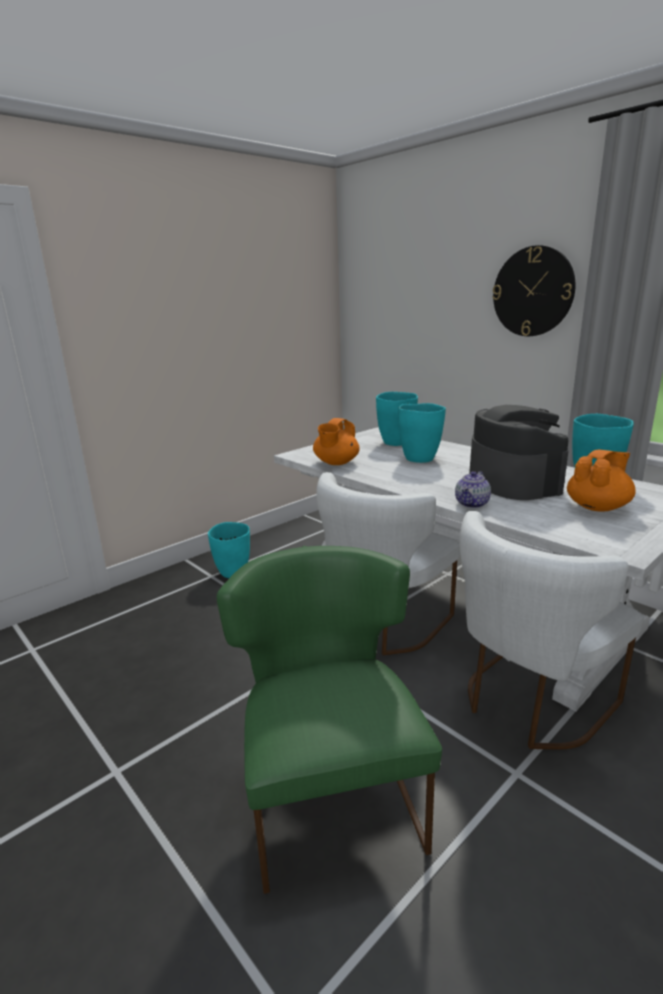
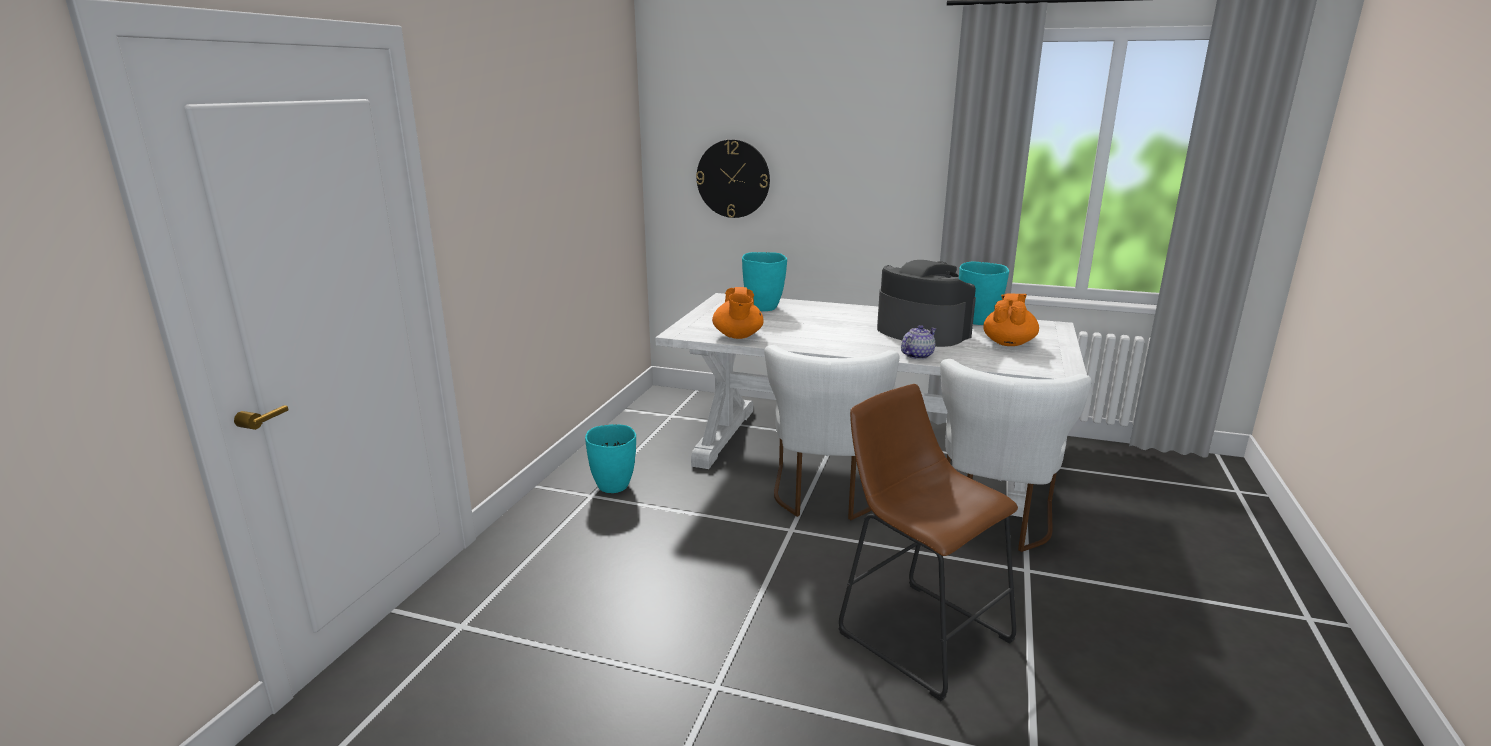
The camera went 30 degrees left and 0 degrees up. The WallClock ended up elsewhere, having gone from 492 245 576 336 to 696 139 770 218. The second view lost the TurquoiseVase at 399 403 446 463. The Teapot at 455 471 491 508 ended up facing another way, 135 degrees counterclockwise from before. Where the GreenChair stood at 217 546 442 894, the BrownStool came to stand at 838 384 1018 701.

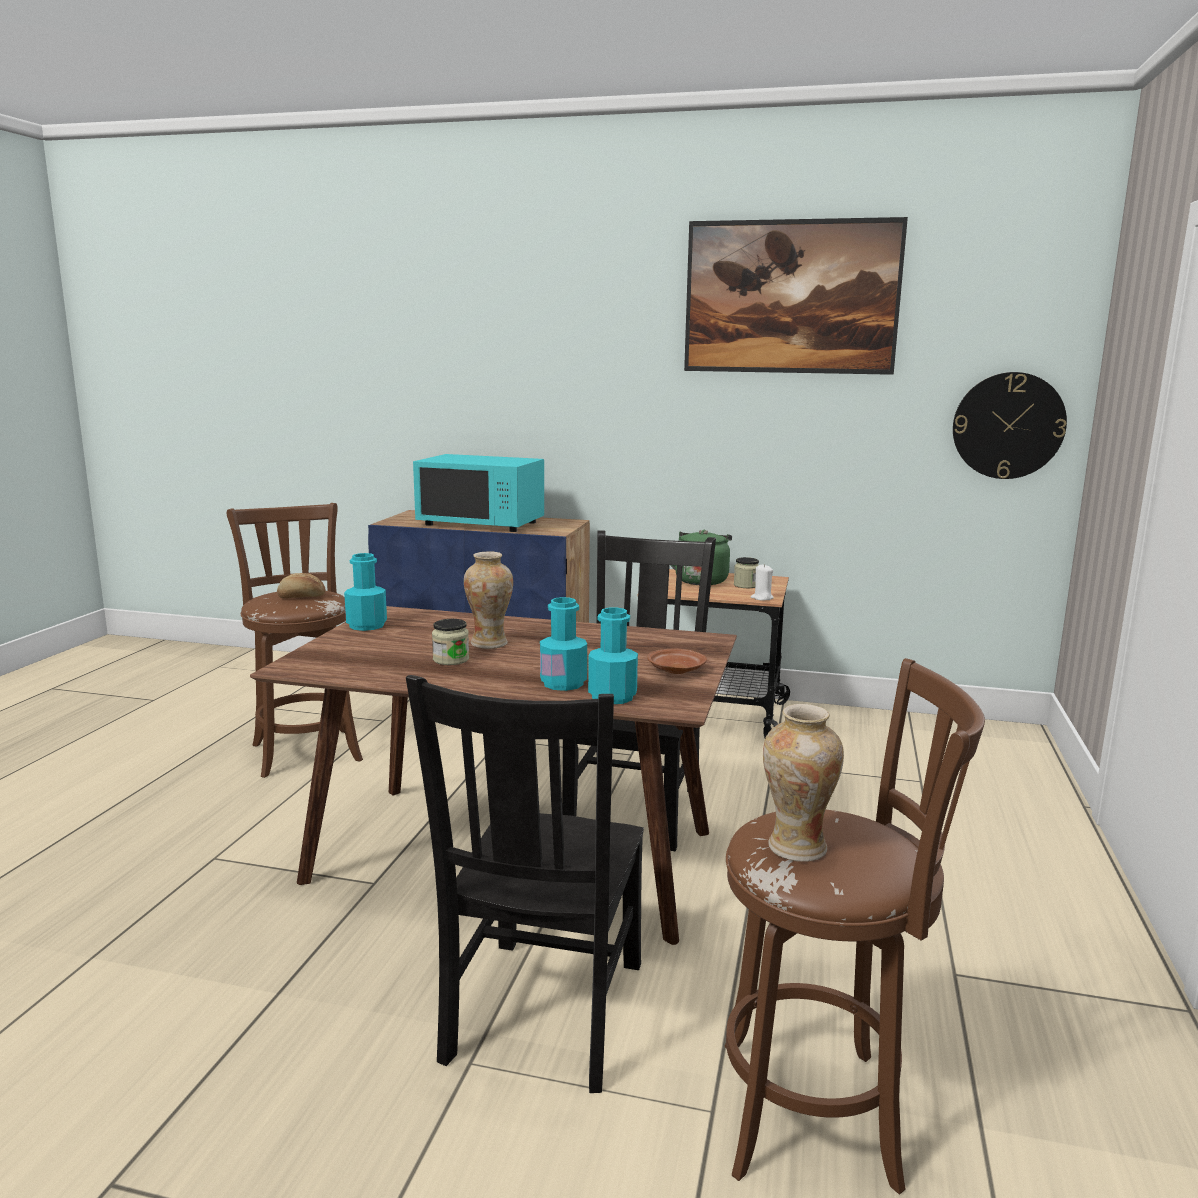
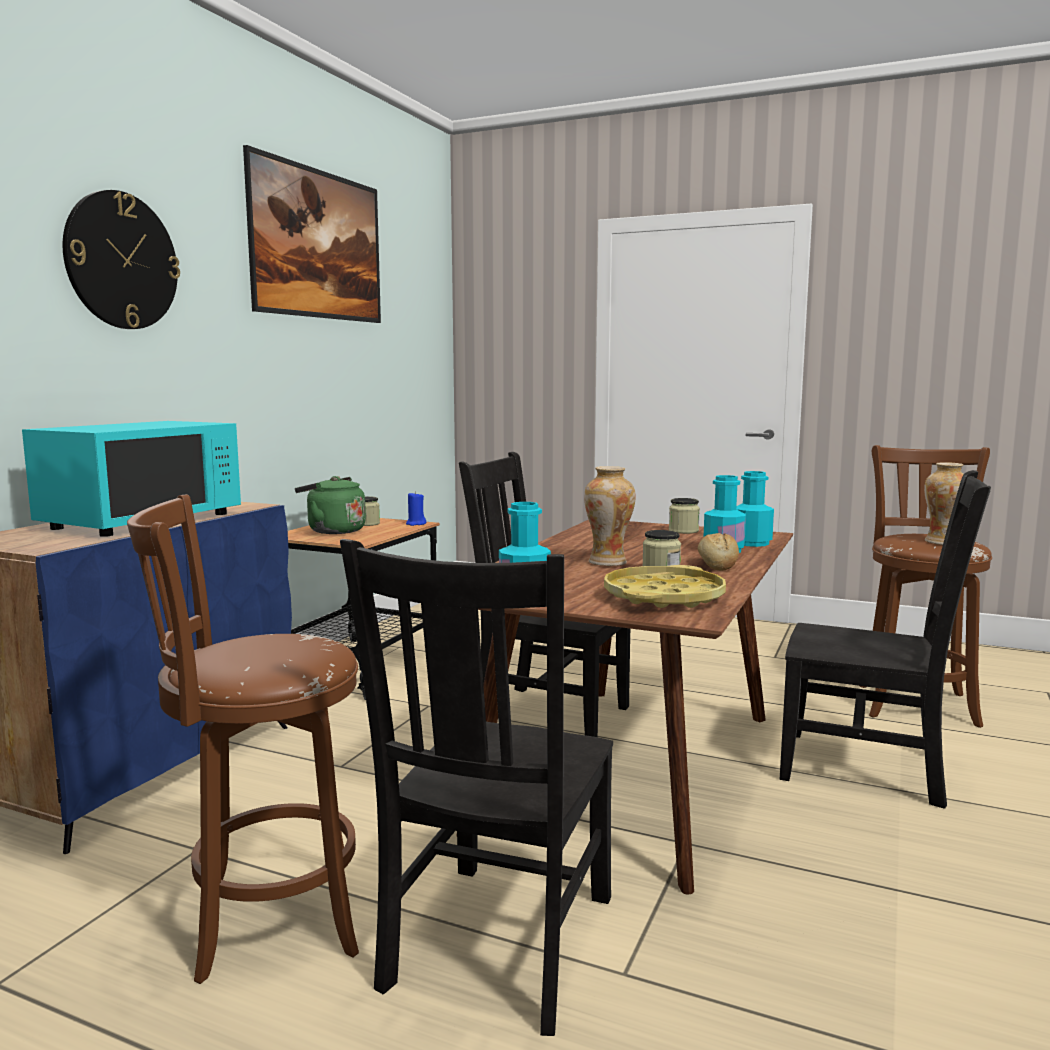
The camera went 80 degrees left and 5 degrees down. The WallClock ended up elsewhere, having gone from 953 372 1067 479 to 63 190 180 329. What was the WhiteCandle at 751 564 774 601 turned into the BlueCandle at 406 491 426 526. The Bread ended up elsewhere, having gone from 277 573 325 598 to 698 533 739 571. Where the BrownPlate stood at 647 649 707 674, the Jar came to stand at 669 498 700 534. The second view gained the BlackChair at 340 539 613 1036. The second view gained the YellowTray at 604 565 726 608.

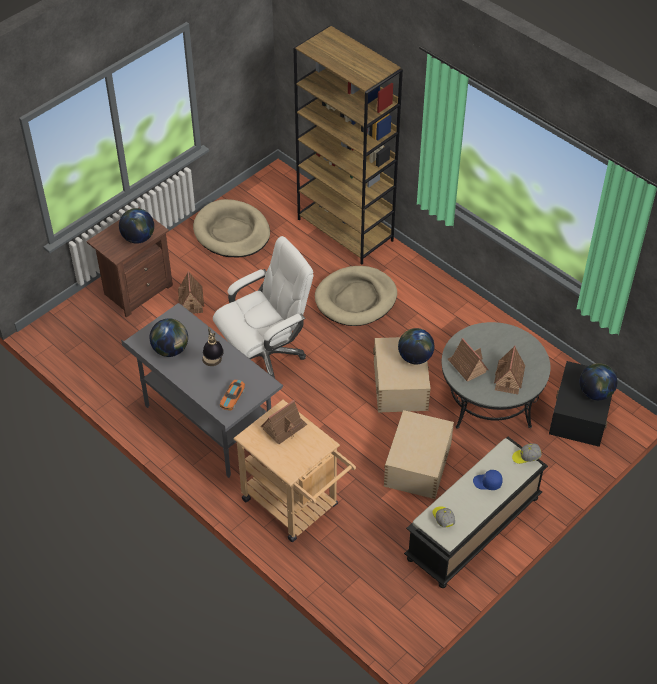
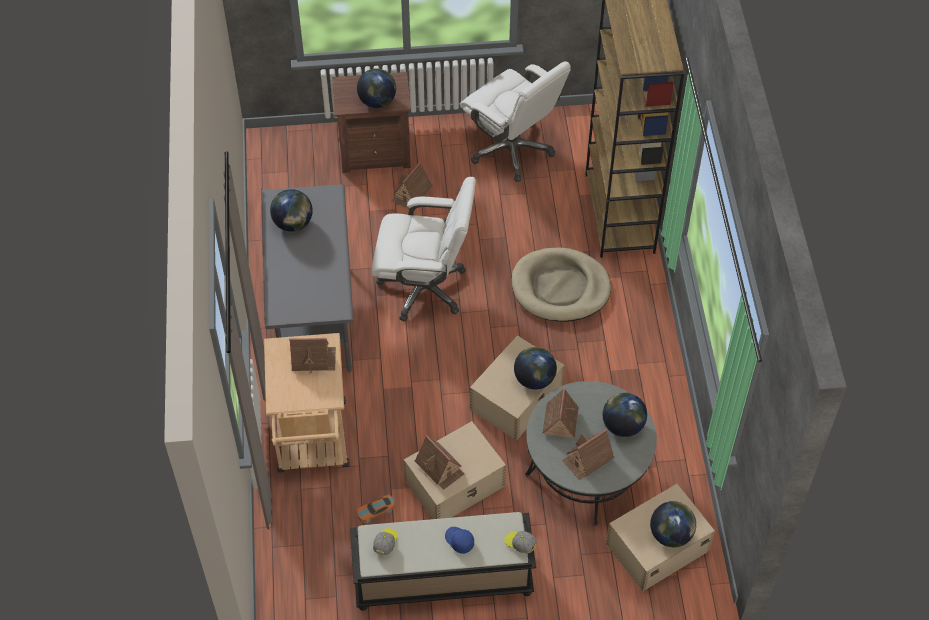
The camera went 40 degrees right and 5 degrees up. Where the BeigeDogBed stood at 193 199 270 257, the WhiteOfficeChair came to stand at 460 61 571 182. The second view lost the TableLamp at 202 327 224 366. What was the BlackStorageBox at 549 361 617 447 turned into the BeigeStorageBox at 606 484 715 592. The ToyCar ended up elsewhere, having gone from 220 380 245 410 to 356 495 395 523. The second view gained the Globe at 603 392 647 437. The second view gained the ToyHouse at 415 435 464 490.

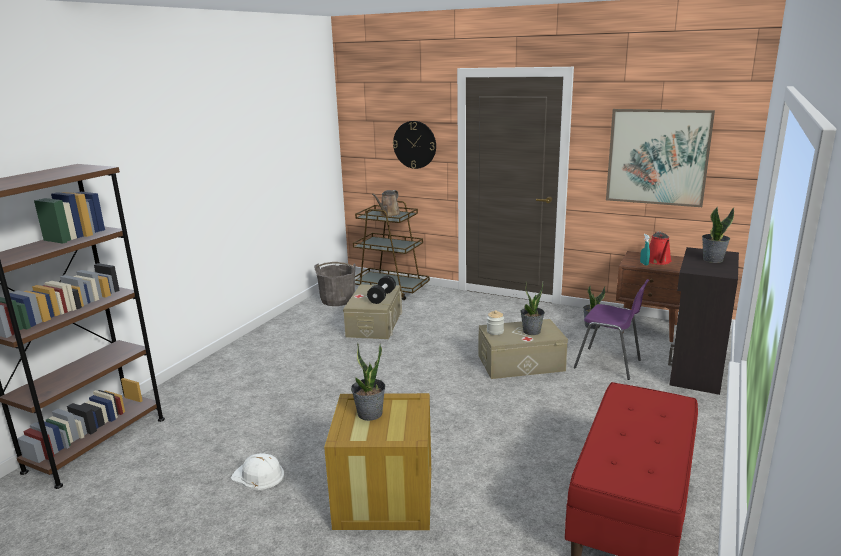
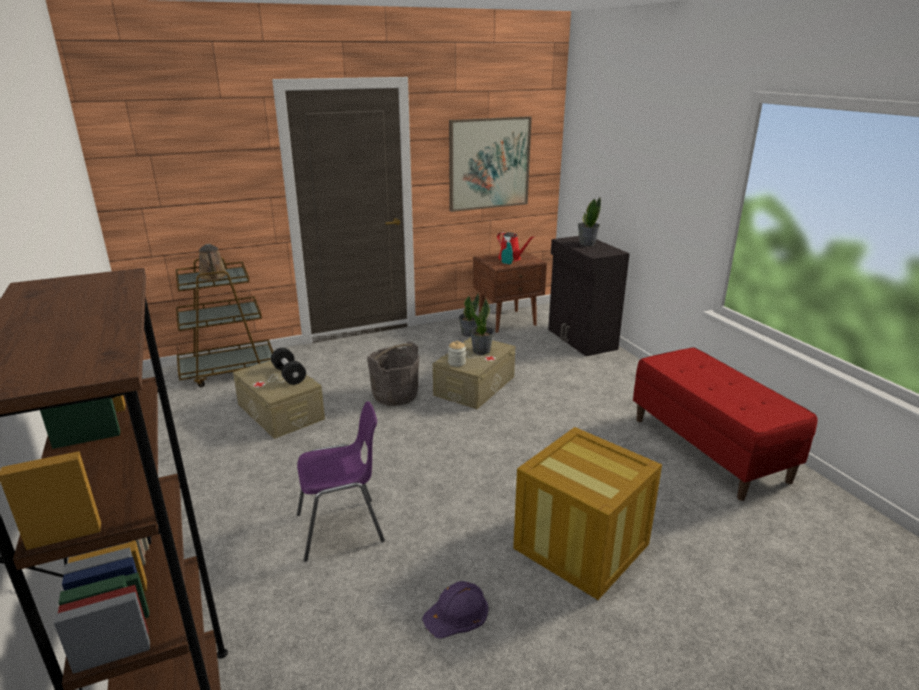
The camera went 50 degrees left and 5 degrees up. The second view lost the WallClock at 393 121 436 169. The GreyBucket ended up elsewhere, having gone from 314 262 356 306 to 367 342 419 406. The PurpleChair ended up elsewhere, having gone from 574 279 649 380 to 297 401 385 562. The second view lost the PottedPlant at 351 343 385 421. What was the WhiteHardHat at 231 453 284 490 turned into the PurpleHardHat at 422 581 489 639.

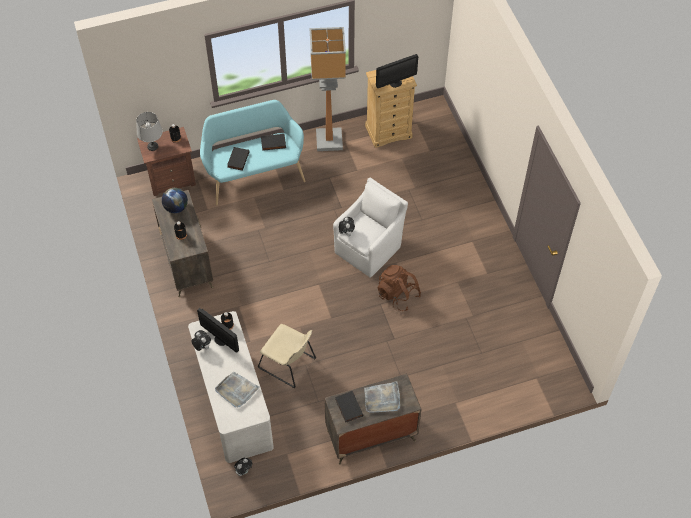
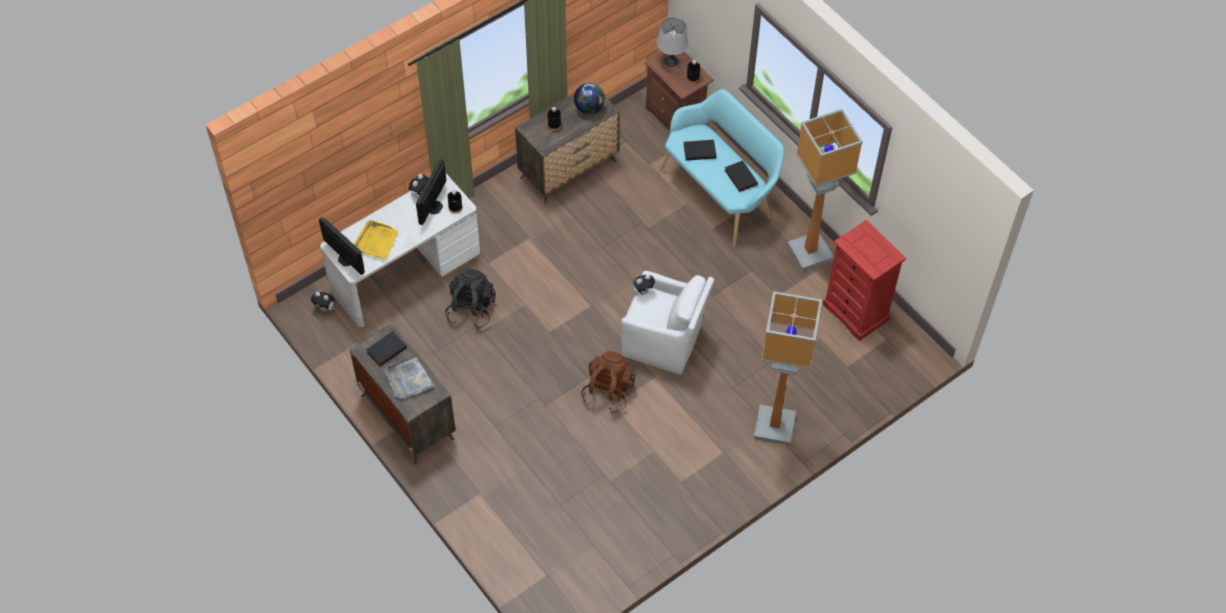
The camera went 70 degrees right and 0 degrees up. The Monitor ended up elsewhere, having gone from 376 54 418 88 to 319 217 365 275. What was the BeigeDresser at 365 70 417 148 turned into the RedDresser at 823 220 906 341. Where the BeigeChair stood at 258 324 316 388, the BlackBackpack came to stand at 445 269 496 329. What was the GreyTray at 215 372 260 408 turned into the YellowTray at 354 220 398 260. The second view gained the FloorLamp at 754 291 822 446.

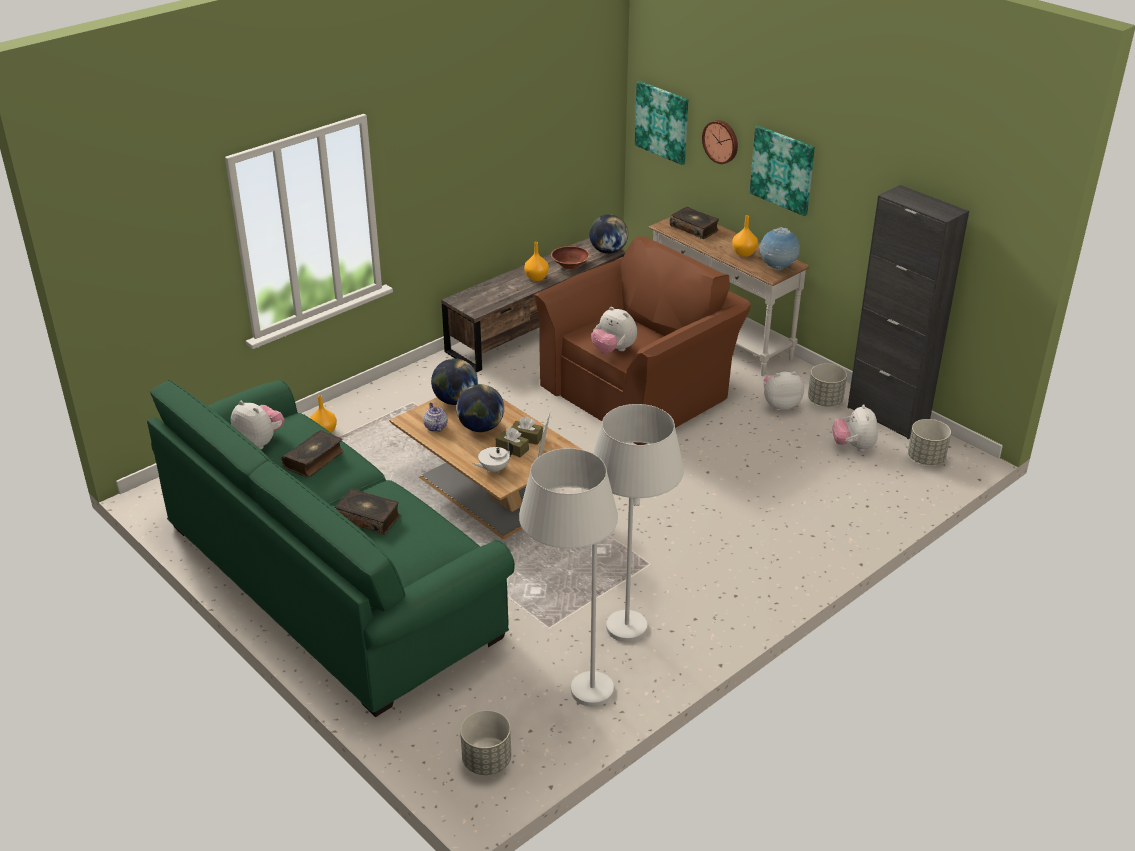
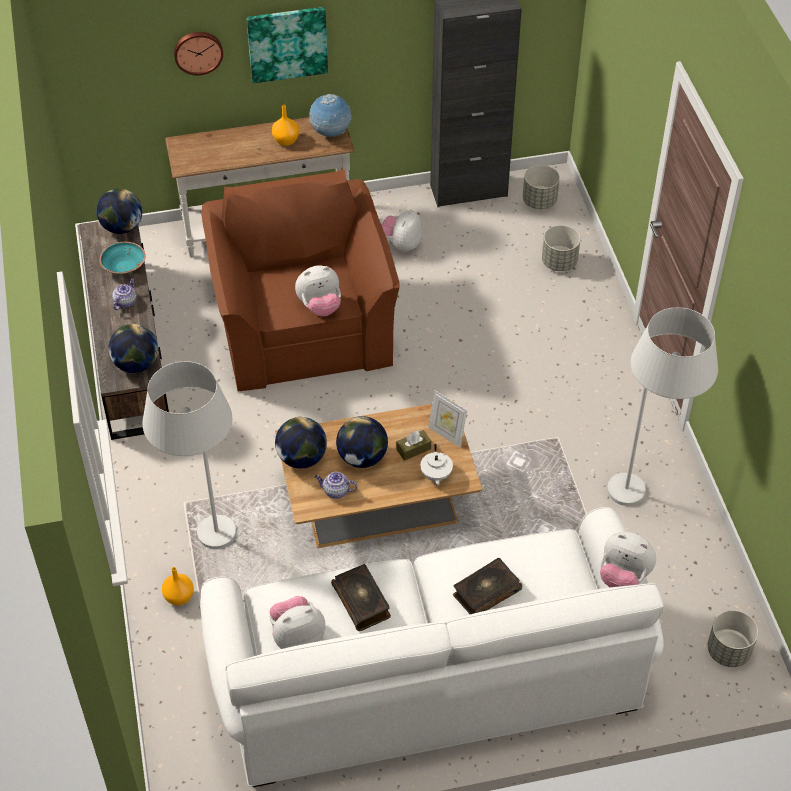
The camera went 60 degrees left and 15 degrees up. The second view lost the Picture at 635 81 688 165. The second view lost the Book at 670 207 719 239. Where the OrangeVase stood at 524 242 549 281, the Teapot came to stand at 112 278 137 310. What was the BrownBowl at 551 246 590 269 turned into the TurquoiseBowl at 99 242 146 274. The GreyPlanter ended up elsewhere, having gone from 808 364 847 406 to 542 225 580 271. What was the GreenSofa at 147 380 515 717 turned into the WhiteSofa at 200 507 664 787. The PlushToy ended up elsewhere, having gone from 832 404 878 451 to 600 532 656 587. The second view lost the BrownTissueBox at 511 416 543 445. The WhiteFloorLamp ended up elsewhere, having gone from 519 448 618 707 to 143 361 236 549. The second view gained the Globe at 108 324 158 373.

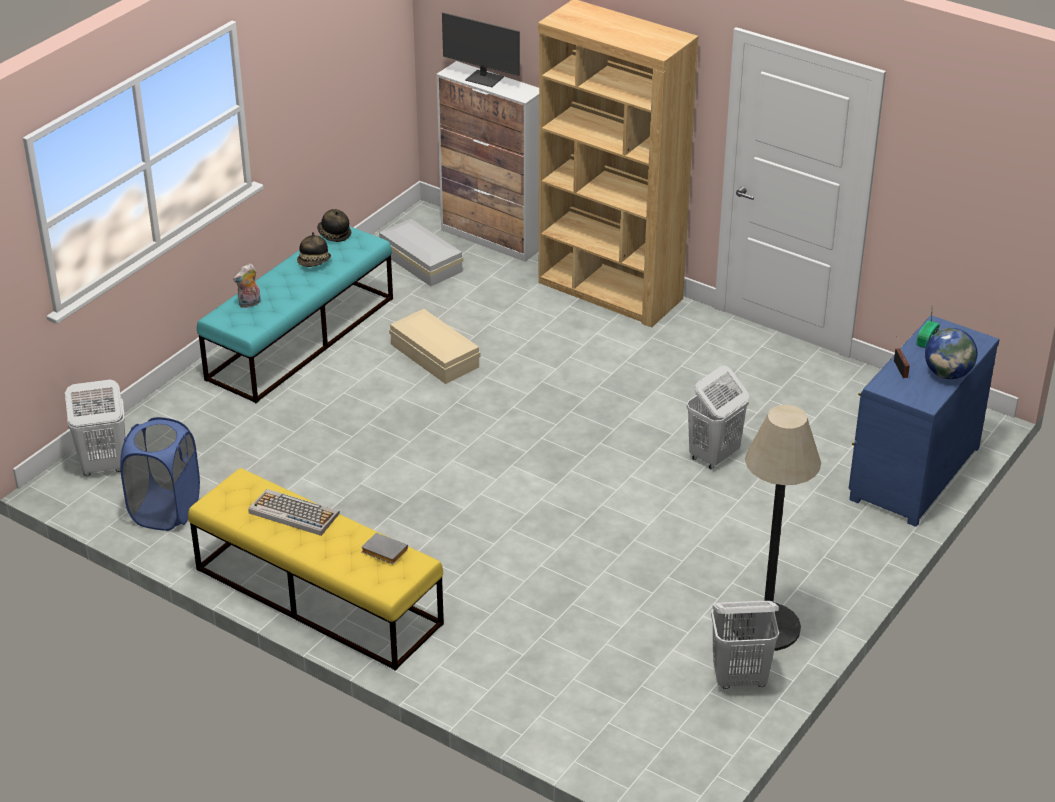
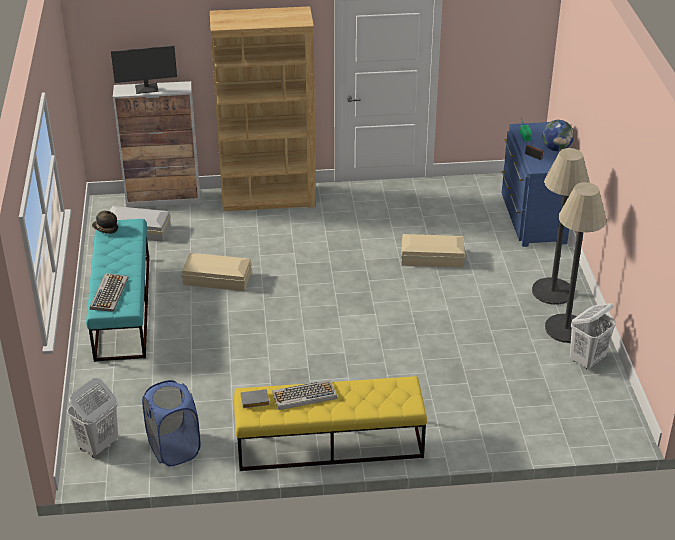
The camera went 40 degrees left and 0 degrees up. The second view lost the Hat at 297 232 331 267. Where the PlushToy stood at 233 263 261 308, the Keyboard came to stand at 90 273 128 312. Where the WhiteLaundryBasket stood at 687 366 749 469, the BeigeStorageBox came to stand at 401 234 465 268. The GreyBook ended up elsewhere, having gone from 361 533 408 564 to 240 389 269 408. The second view gained the FloorLamp at 532 148 590 305.

